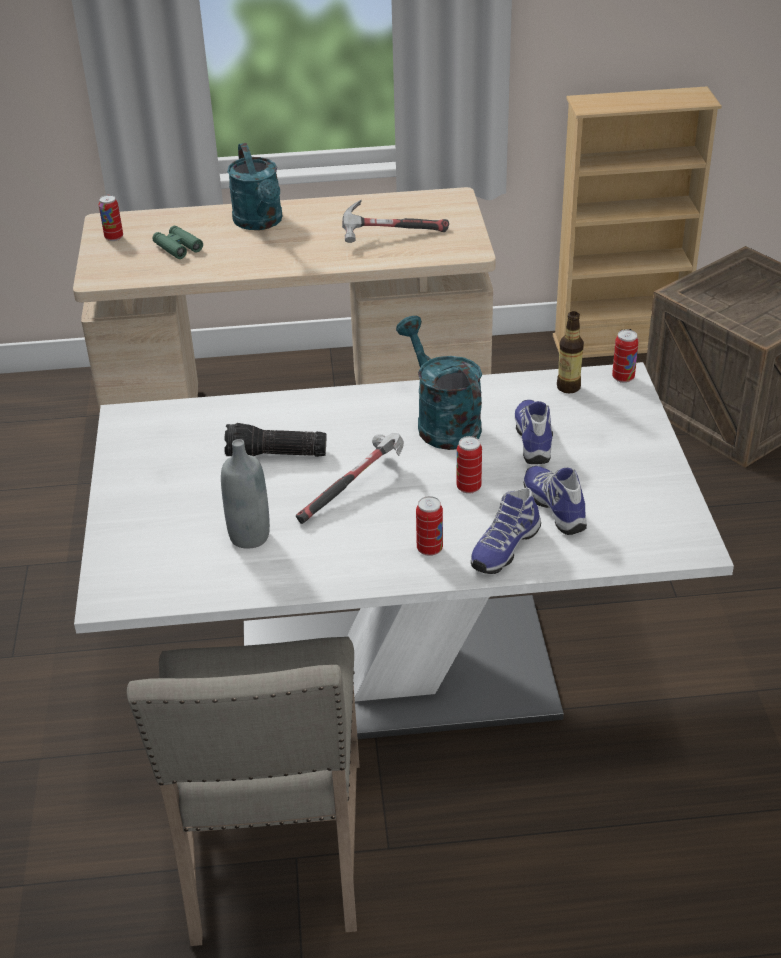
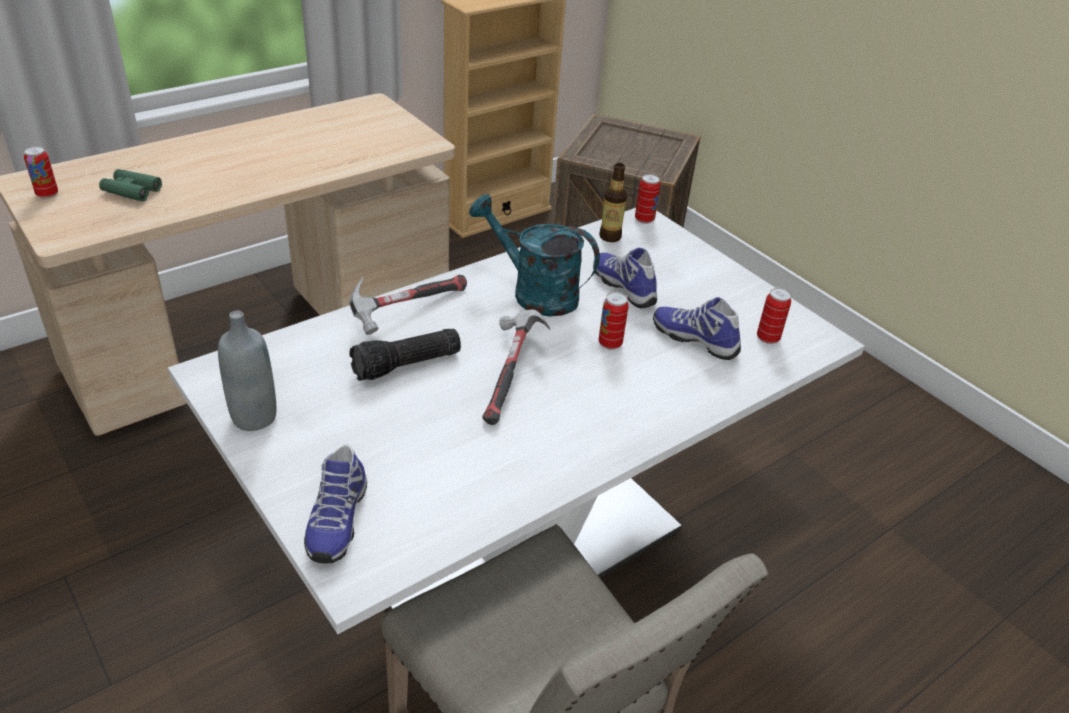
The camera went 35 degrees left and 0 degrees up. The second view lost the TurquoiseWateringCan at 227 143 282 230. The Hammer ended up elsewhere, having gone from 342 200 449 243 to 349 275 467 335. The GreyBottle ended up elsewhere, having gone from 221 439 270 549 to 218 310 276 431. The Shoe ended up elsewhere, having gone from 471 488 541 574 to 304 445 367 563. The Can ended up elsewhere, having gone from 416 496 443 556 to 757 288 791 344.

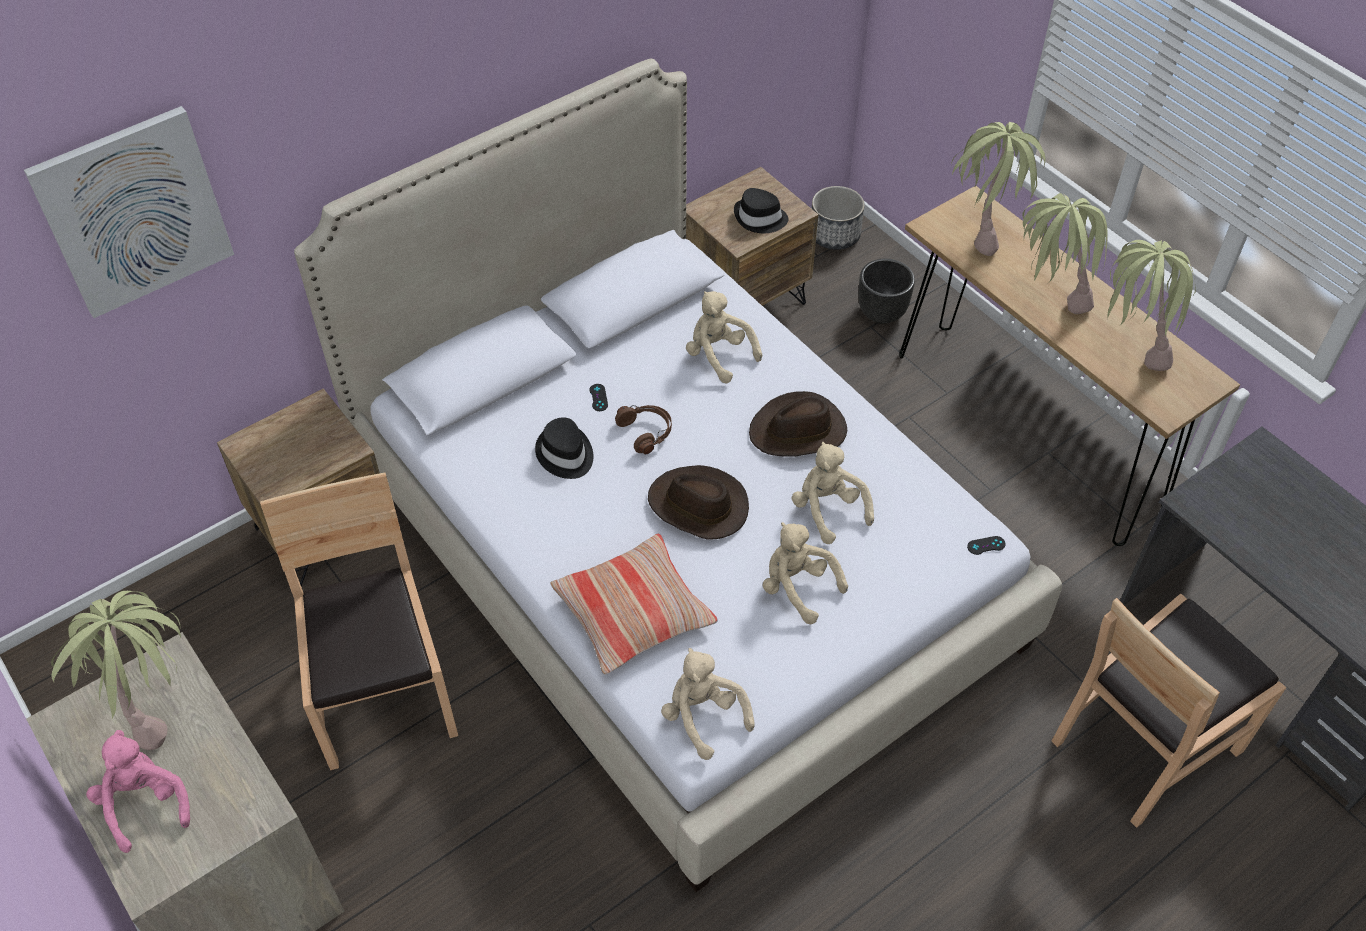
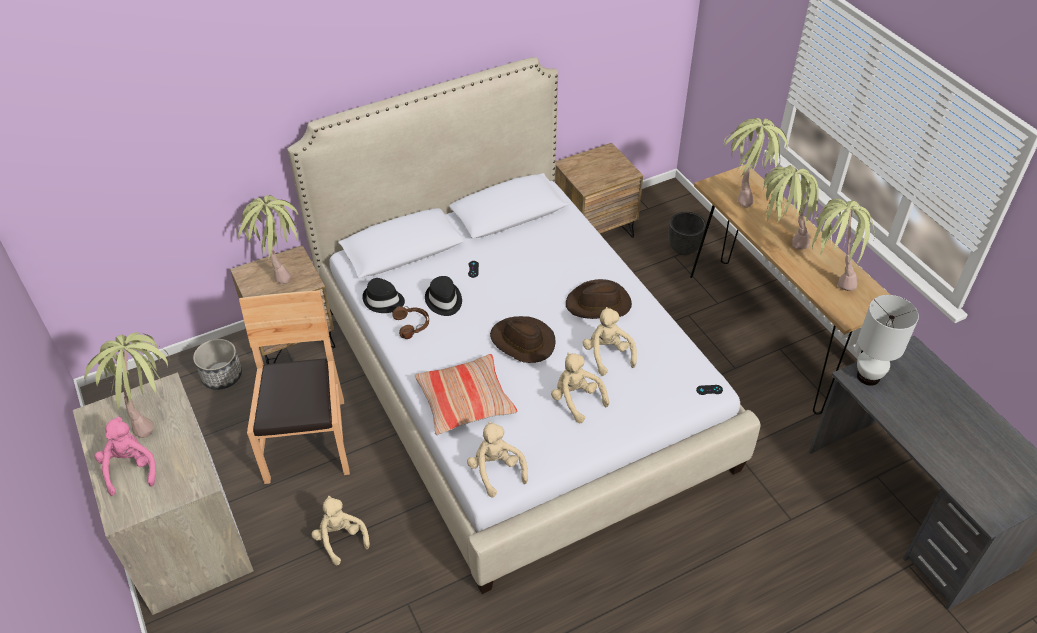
The camera went 10 degrees right and 5 degrees down. The second view lost the Picture at 24 106 234 318. The Planter ended up elsewhere, having gone from 811 186 865 250 to 193 339 242 390. The BlackHat ended up elsewhere, having gone from 734 188 789 233 to 362 278 405 313. The BeigePlushToy ended up elsewhere, having gone from 686 291 762 384 to 311 496 370 565. The BrownHeadphones ended up elsewhere, having gone from 615 405 672 454 to 392 306 429 339. The second view lost the BrownChair at 1052 594 1286 828. The second view gained the PottedPlant at 236 195 299 284. The second view gained the WhiteTableLamp at 857 295 919 386.

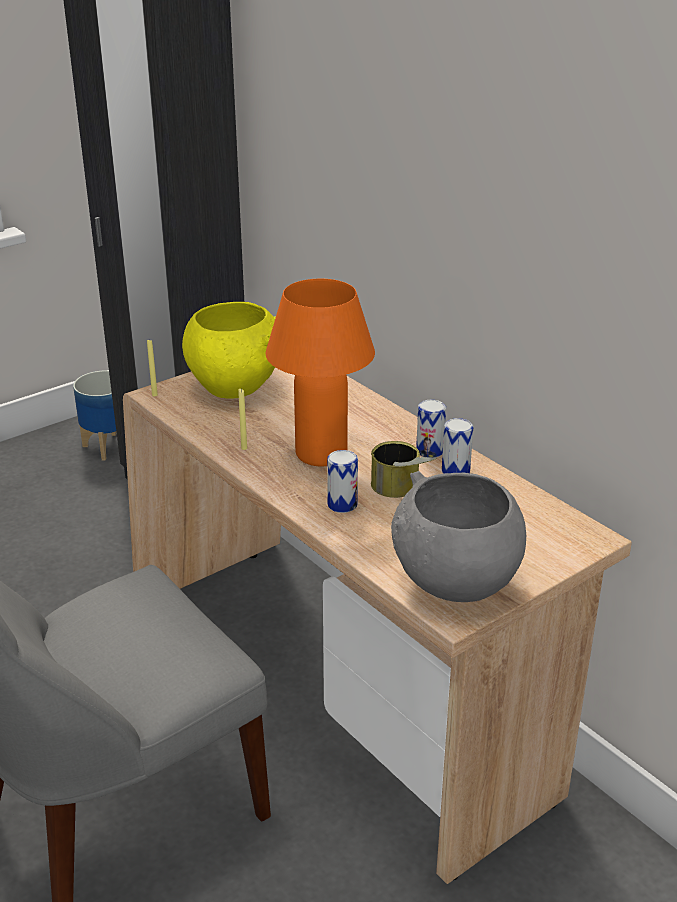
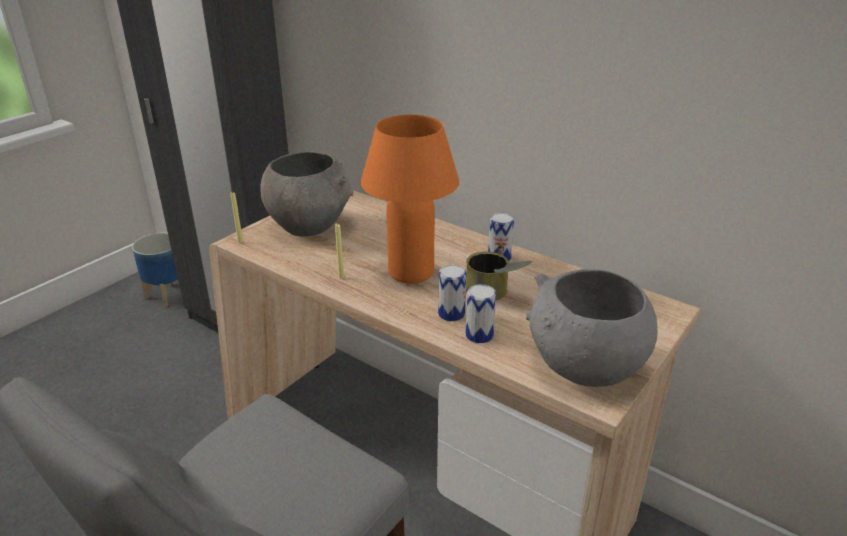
The camera went 15 degrees left and 0 degrees up. What was the YellowBowl at 182 302 276 399 turned into the GreyBowl at 261 151 353 237. The Can ended up elsewhere, having gone from 442 418 473 474 to 466 284 496 343.

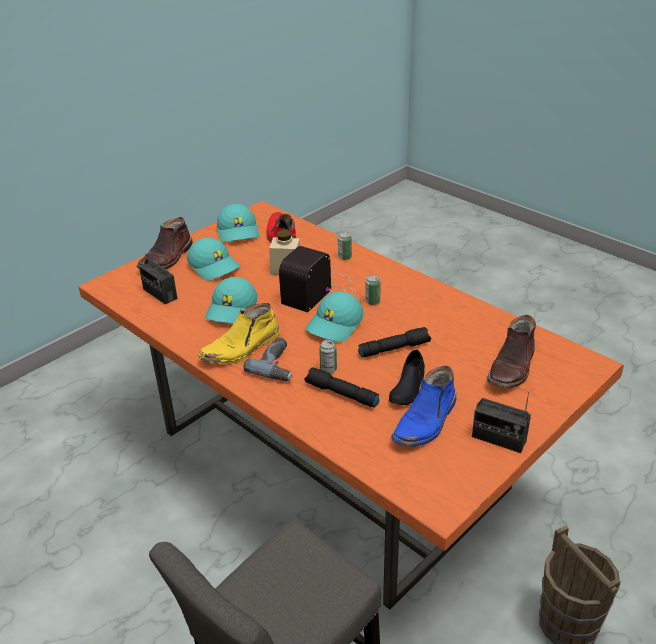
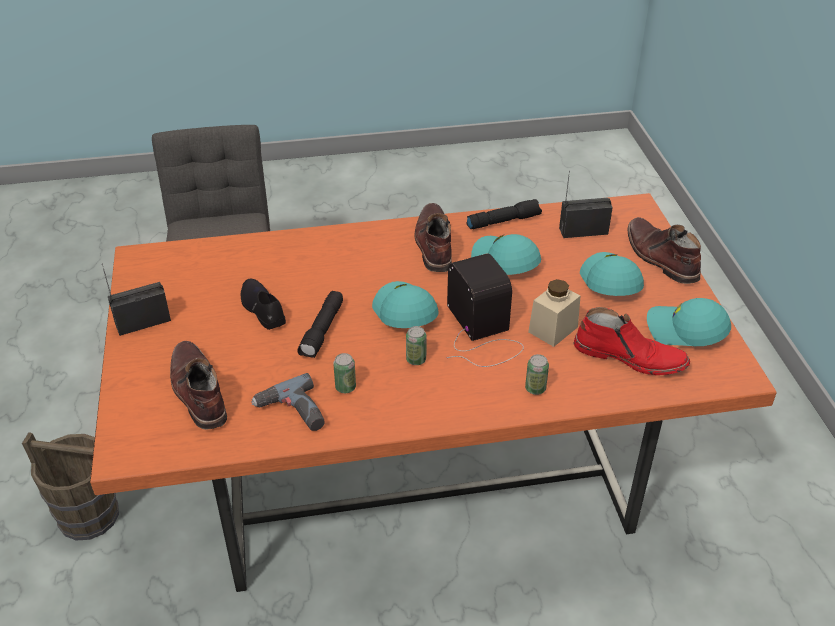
The camera went 125 degrees right and 5 degrees up. The TurquoiseCap at 187 238 240 281 ended up facing another way, 90 degrees clockwise from before. What was the YellowBoot at 198 303 280 364 turned into the BrownBoot at 415 203 452 272. The PowerDrill ended up elsewhere, having gone from 244 337 293 381 to 251 373 325 431. The Can ended up elsewhere, having gone from 319 340 337 373 to 333 353 356 393. The second view lost the BlueBoot at 391 366 456 447. The BlackFlashlight ended up elsewhere, having gone from 304 367 379 408 to 467 199 542 229.

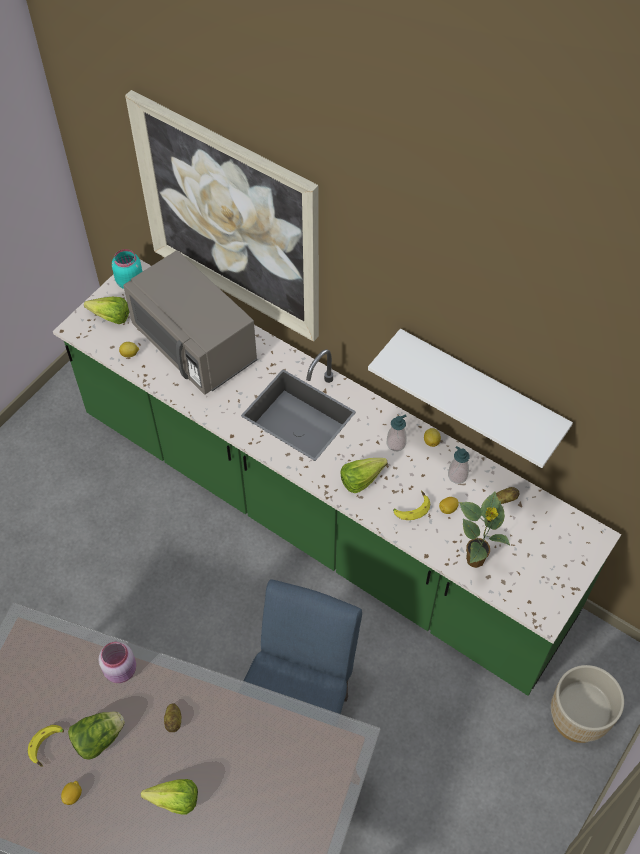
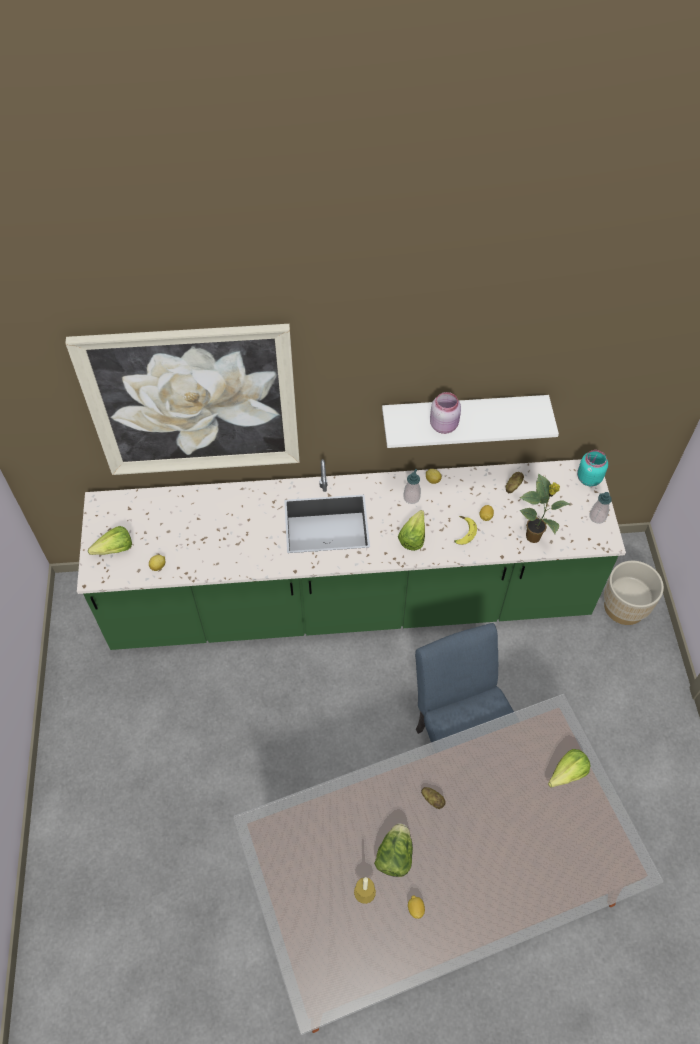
The camera went 40 degrees left and 0 degrees up. The TurquoiseJar ended up elsewhere, having gone from 112 249 143 289 to 577 450 608 486. The second view lost the GreyMicrowave at 123 250 258 395. The SoapDispenser ended up elsewhere, having gone from 448 446 470 484 to 589 492 612 524. The PinkJar ended up elsewhere, having gone from 98 641 136 683 to 430 392 461 434. Where the Banana stood at 28 725 64 767, the Candle came to stand at 354 877 376 904. The Lettuce ended up elsewhere, having gone from 141 779 198 815 to 548 749 590 788.

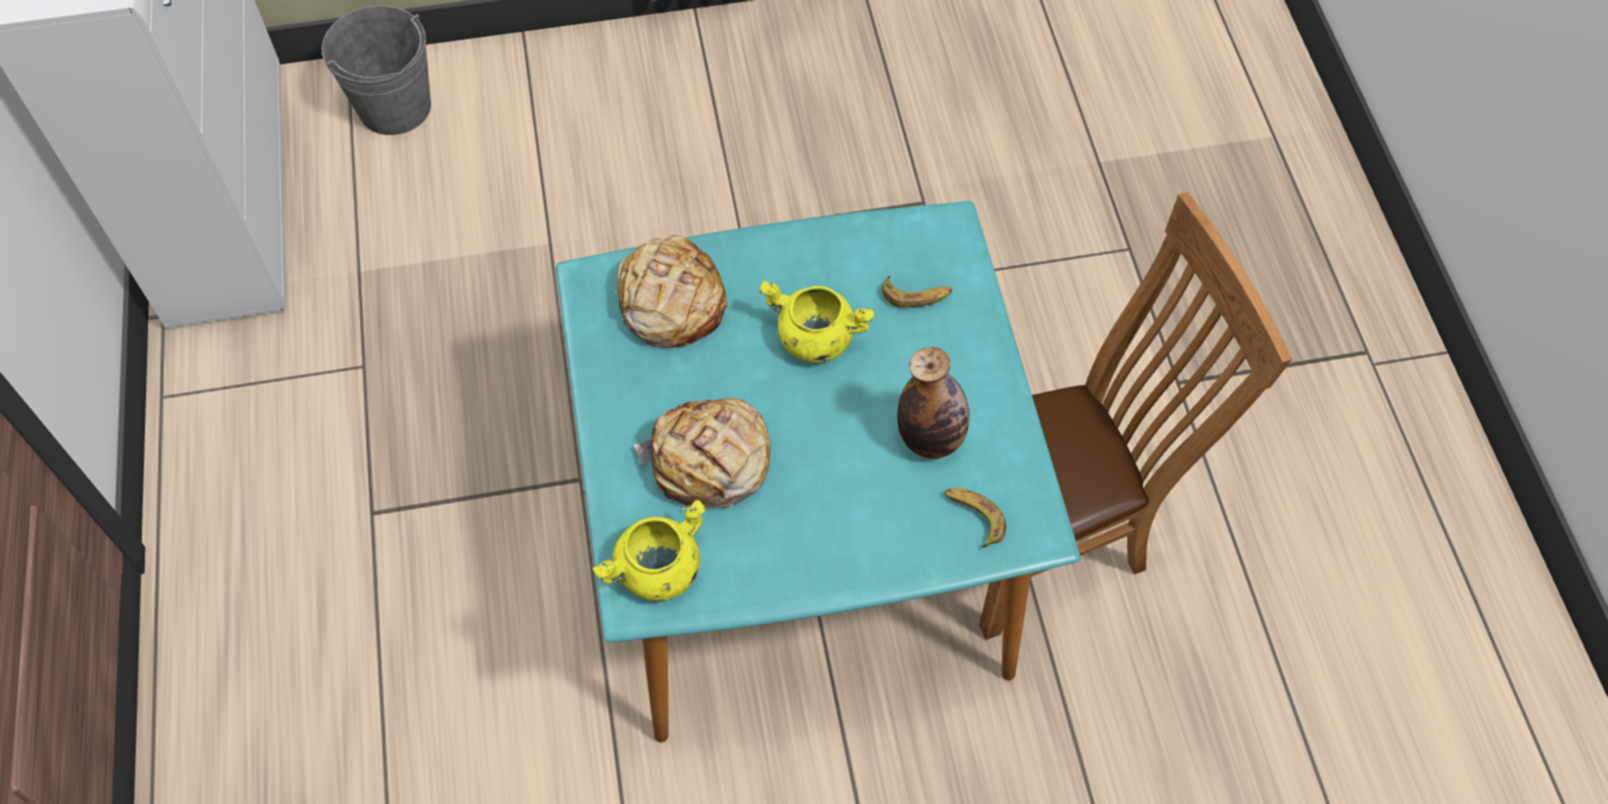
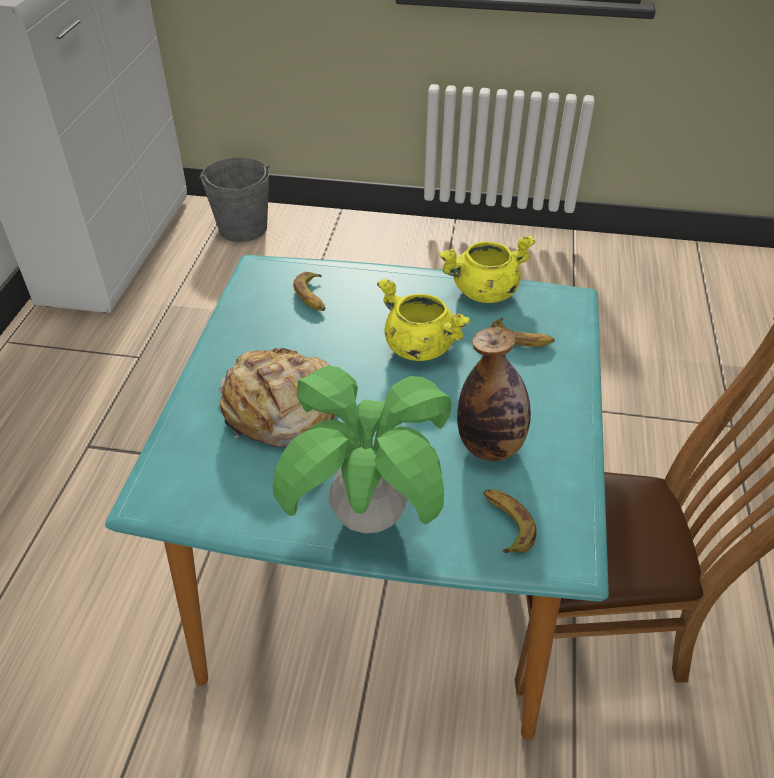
The camera went 20 degrees right and 15 degrees down. Where the Bread stood at 614 235 728 348, the Banana came to stand at 293 272 325 311. The YellowCookingPot ended up elsewhere, having gone from 592 499 706 601 to 439 235 535 303. The second view gained the PottedPlant at 273 366 452 534.

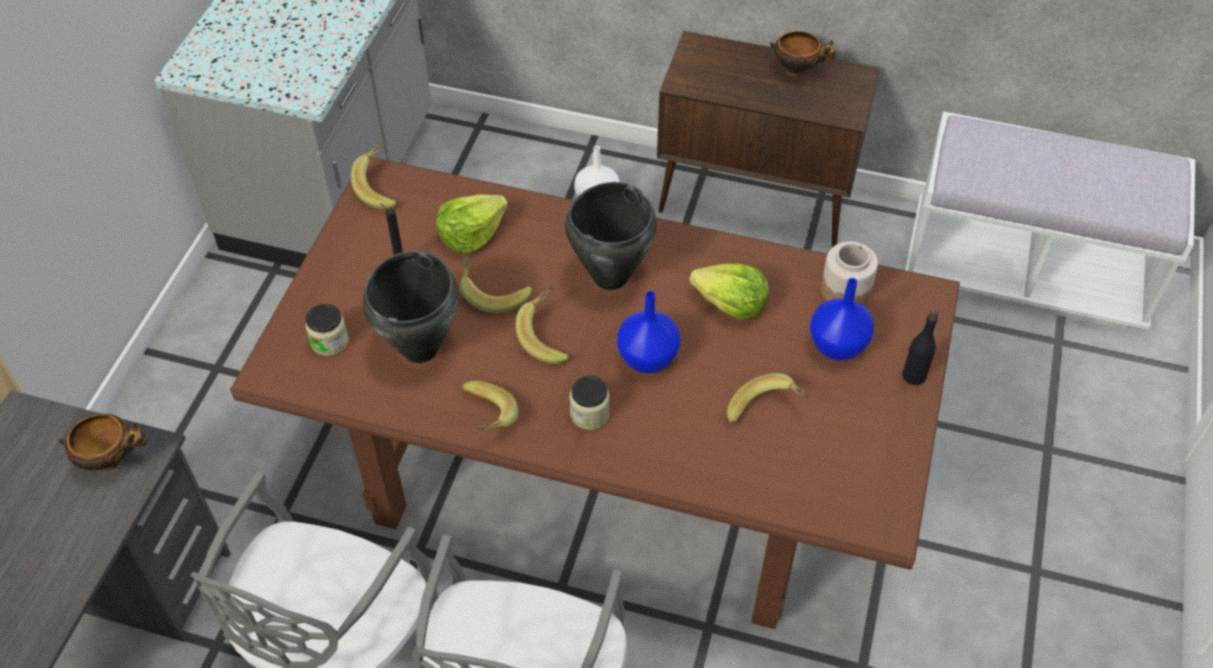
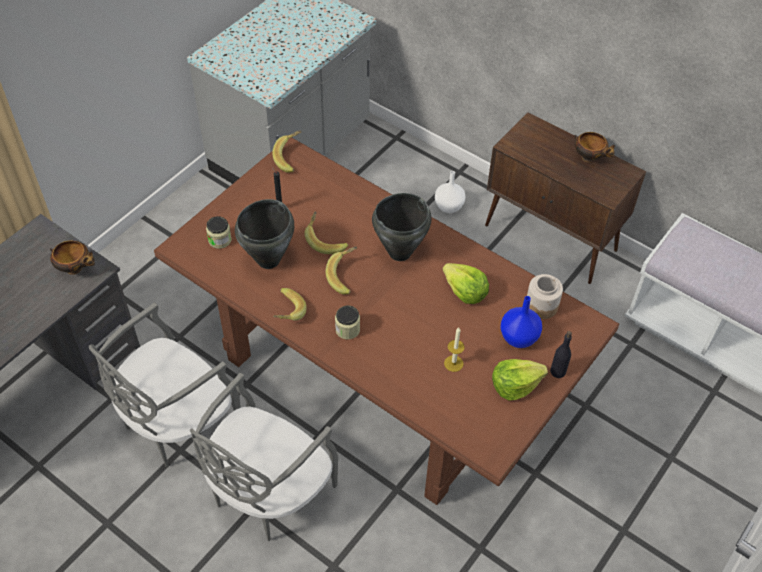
The camera went 20 degrees right and 0 degrees up. The Lettuce ended up elsewhere, having gone from 436 194 508 254 to 492 359 548 401. The second view lost the BlueVase at 617 291 681 374. Where the Banana stood at 727 373 809 425, the Candle came to stand at 444 327 465 372.

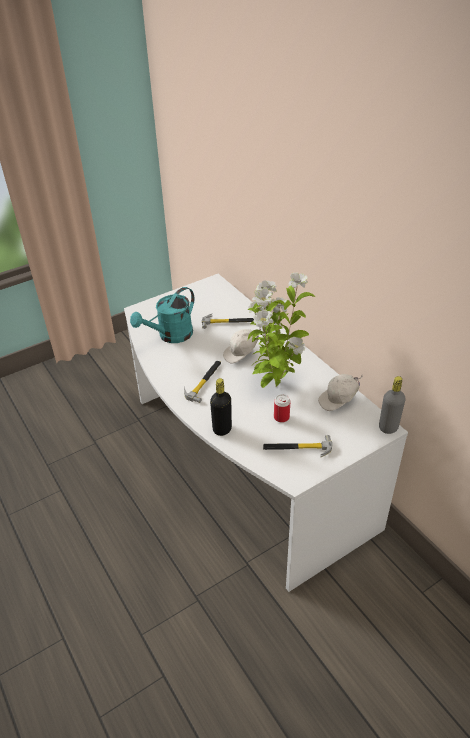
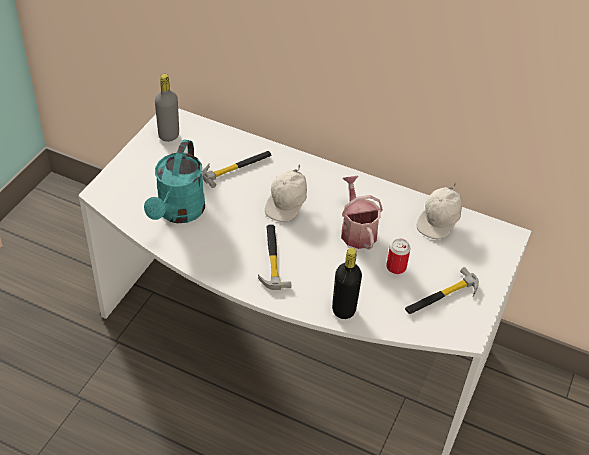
The camera went 35 degrees left and 5 degrees up. Where the PottedPlant stood at 247 273 315 388, the WateringCan came to stand at 341 176 383 250. The GreyBottle ended up elsewhere, having gone from 379 376 405 434 to 155 74 179 142.

